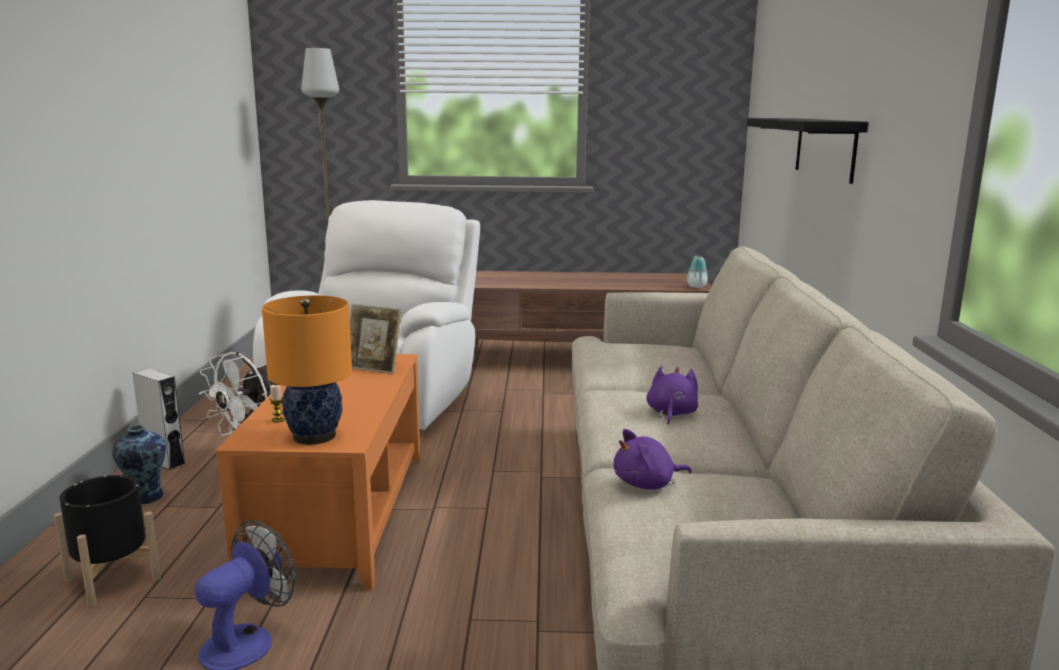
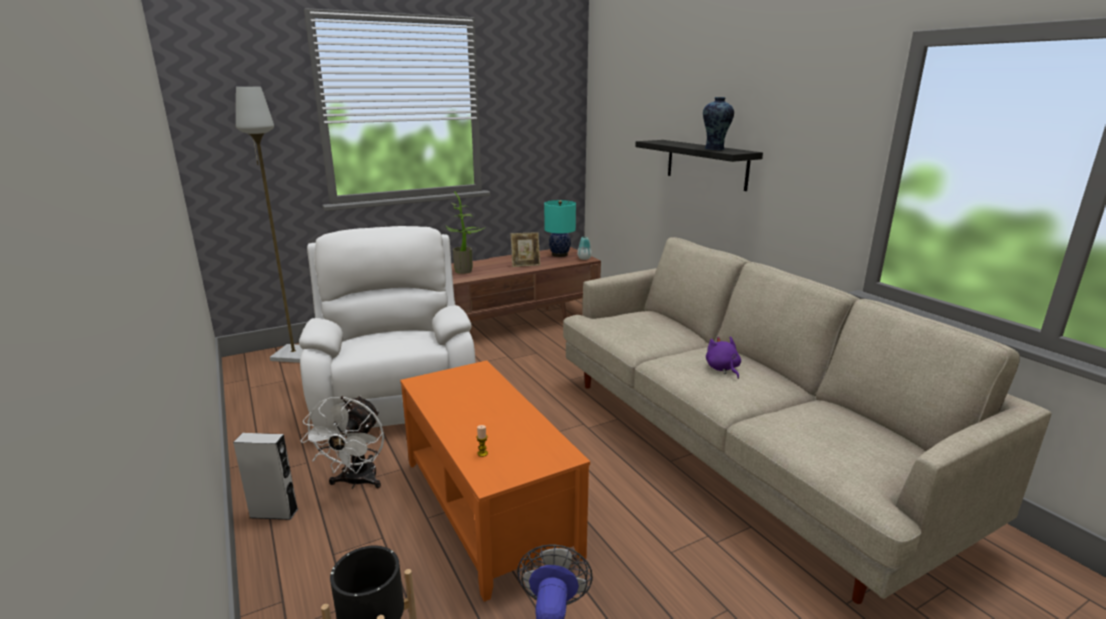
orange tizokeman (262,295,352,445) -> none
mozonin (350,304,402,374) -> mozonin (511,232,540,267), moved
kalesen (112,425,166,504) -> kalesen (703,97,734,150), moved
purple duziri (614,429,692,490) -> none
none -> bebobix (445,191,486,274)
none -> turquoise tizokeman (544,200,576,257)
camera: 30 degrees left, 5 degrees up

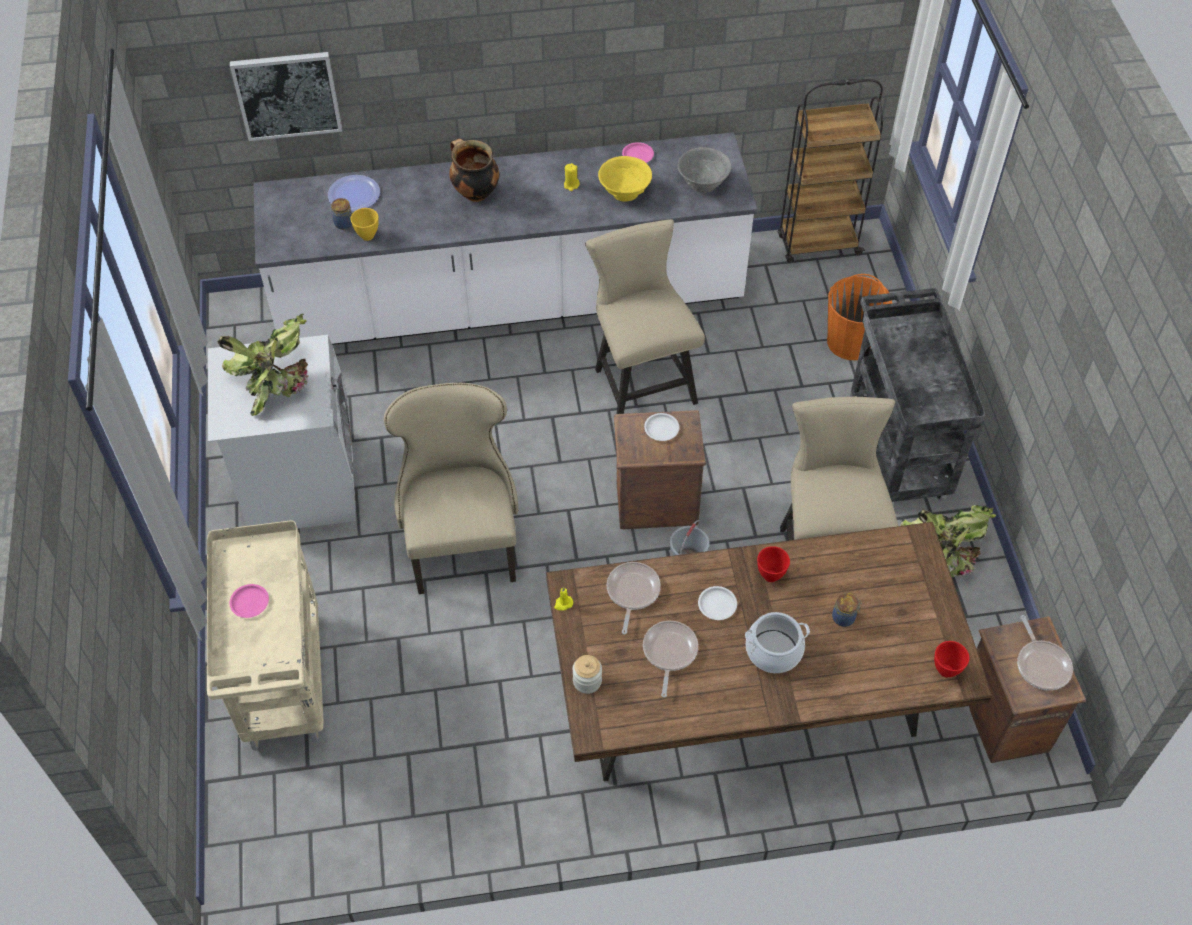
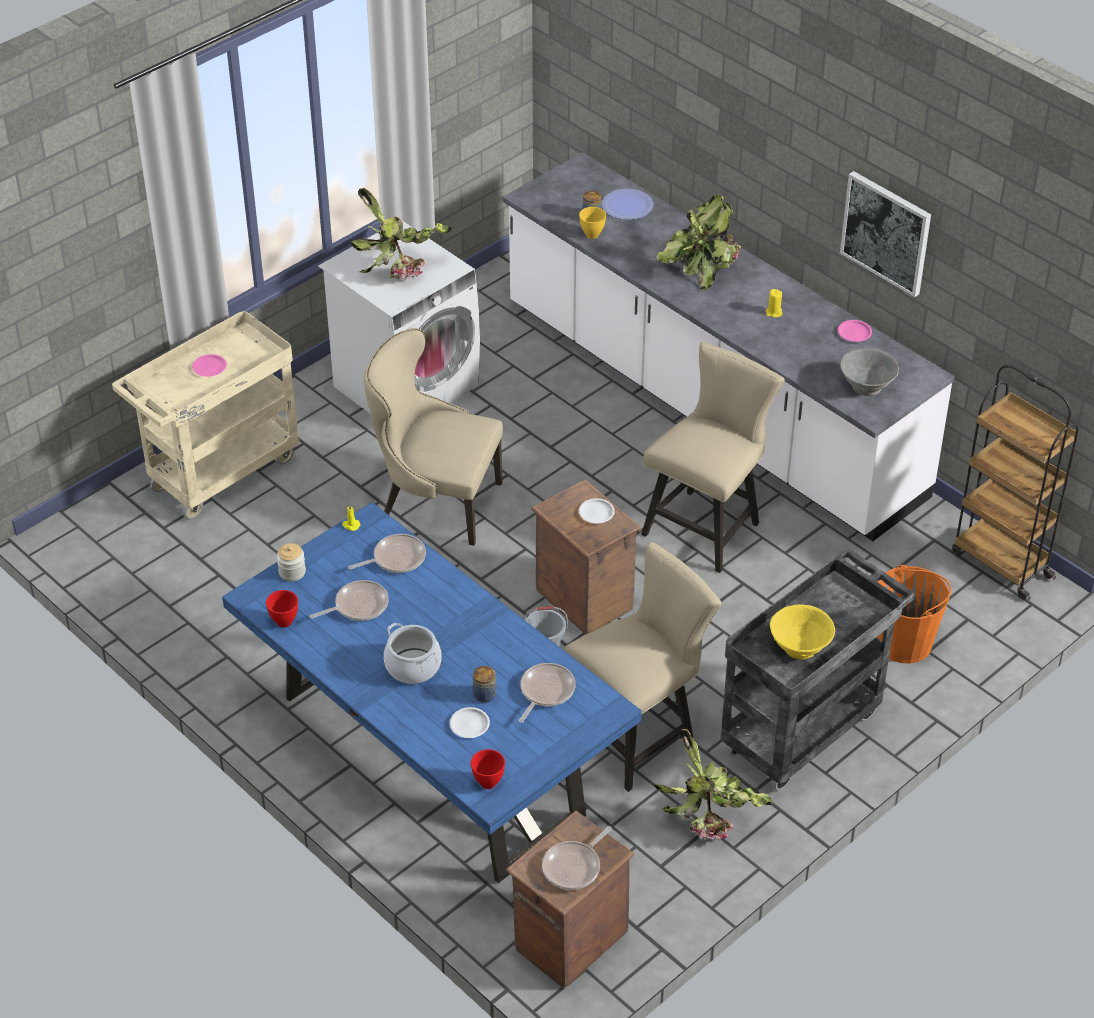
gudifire (230,52,342,141) -> gudifire (840,171,931,297), moved
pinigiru (449,139,499,202) -> bebobix (657,194,741,290)
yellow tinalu (598,156,652,202) -> yellow tinalu (770,604,835,660), moved
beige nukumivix (384,383,518,594) -> beige nukumivix (364,328,503,546), 120 degrees counterclockwise
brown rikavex (546,522,993,781) -> blue rikavex (222,502,642,883)
red tinalu (757,546,790,582) -> red tinalu (266,590,298,627), moved
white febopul (698,586,737,620) -> white febopul (450,707,490,738), moved
none -> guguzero (518,663,575,723)
camera: 55 degrees right, 10 degrees down

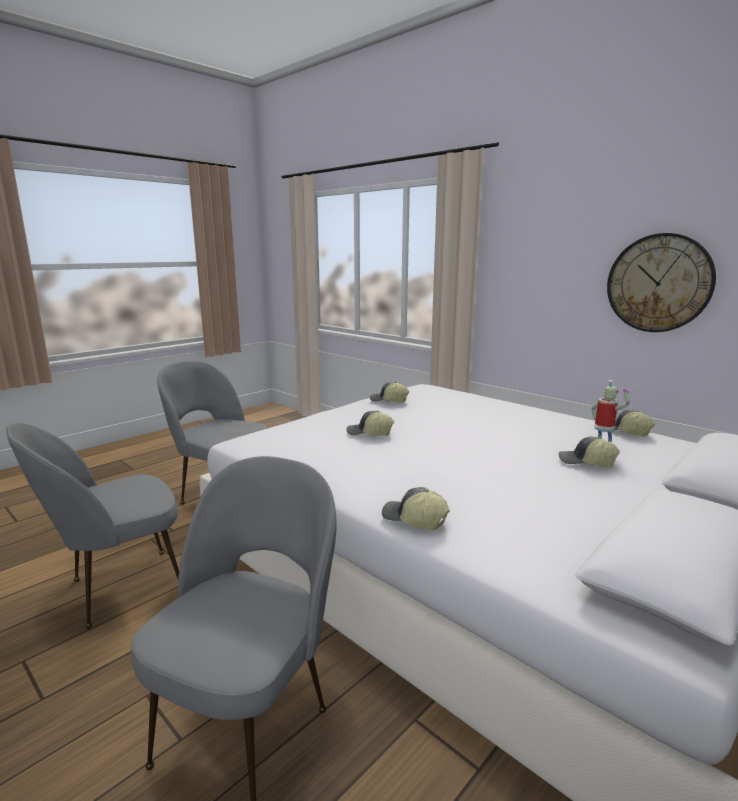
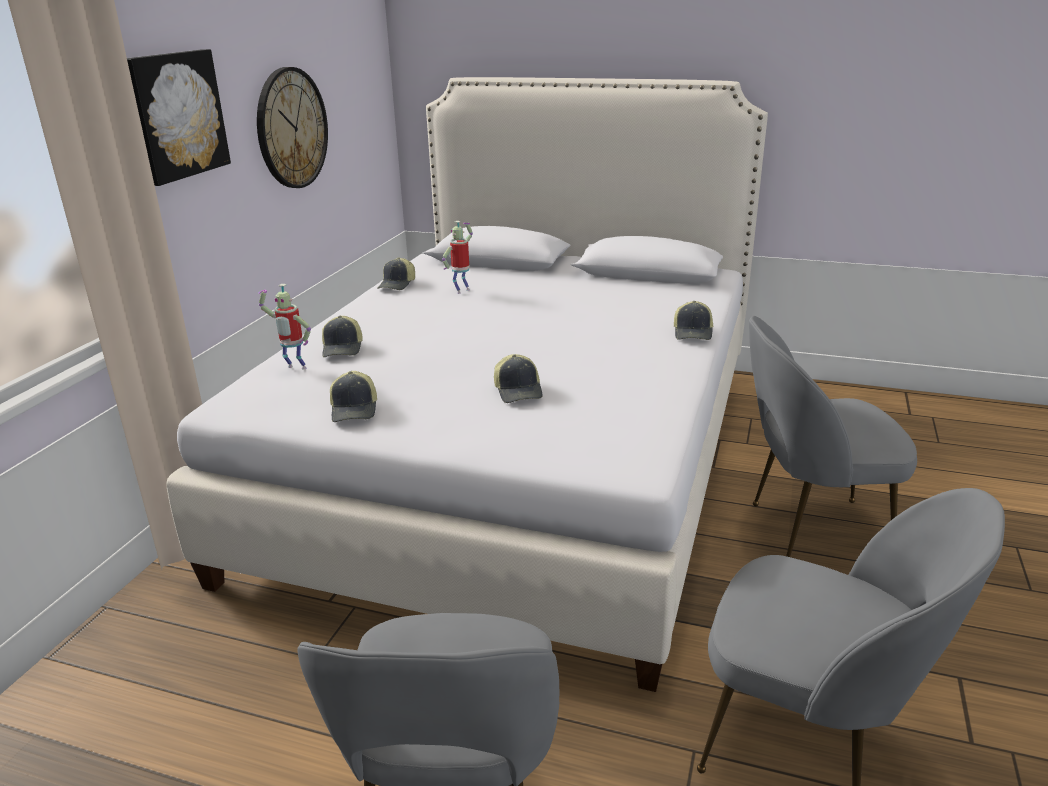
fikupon (559,437,620,467) -> fikupon (322,316,363,357), moved
none -> gudifire (127,49,231,186)
none -> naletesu (258,284,311,369)
camera: 115 degrees left, 10 degrees up

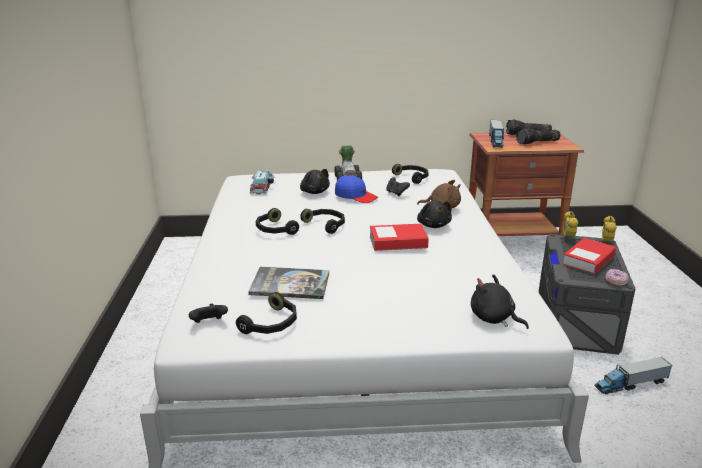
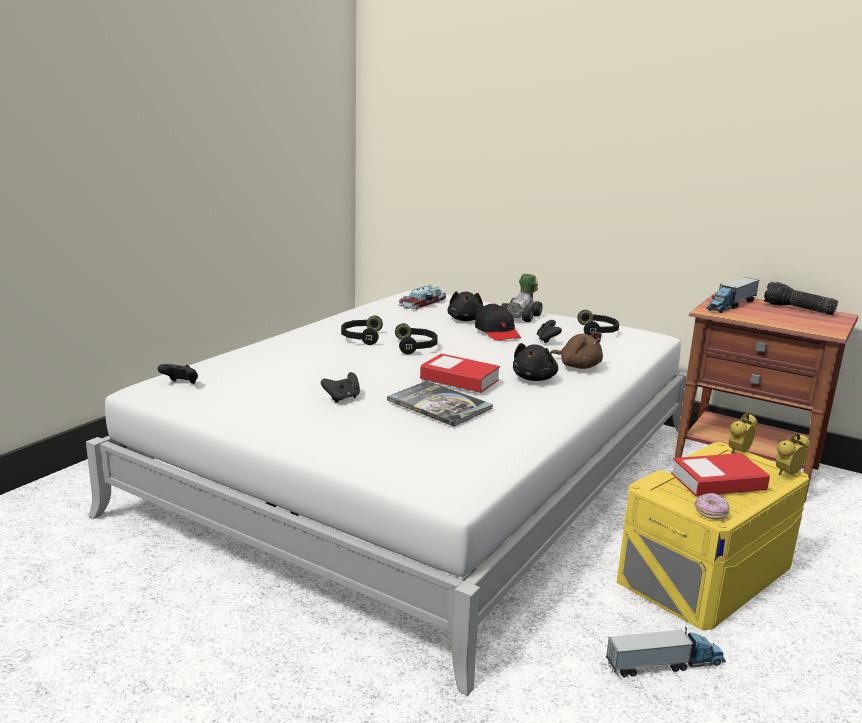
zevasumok (516,128,561,145) -> none
blue fikupon (335,175,378,203) -> black fikupon (475,303,521,341)
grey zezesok (539,234,636,355) -> yellow zezesok (617,442,809,630)
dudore (248,267,329,299) -> dudore (387,381,493,426), moved
black duziri (471,274,529,329) -> none
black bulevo (236,292,297,334) -> none
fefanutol (594,357,672,394) -> fefanutol (606,627,726,678), 150 degrees clockwise
none -> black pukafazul (321,372,360,403)
camera: 35 degrees right, 5 degrees down

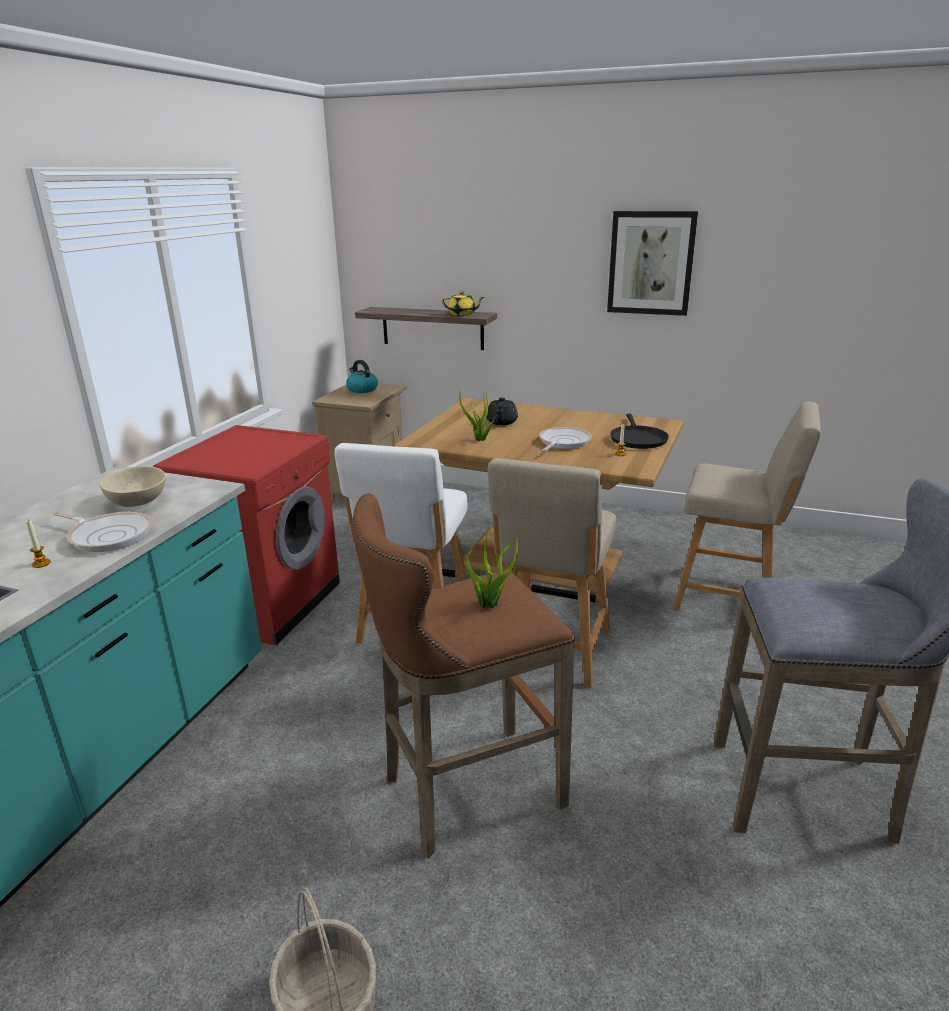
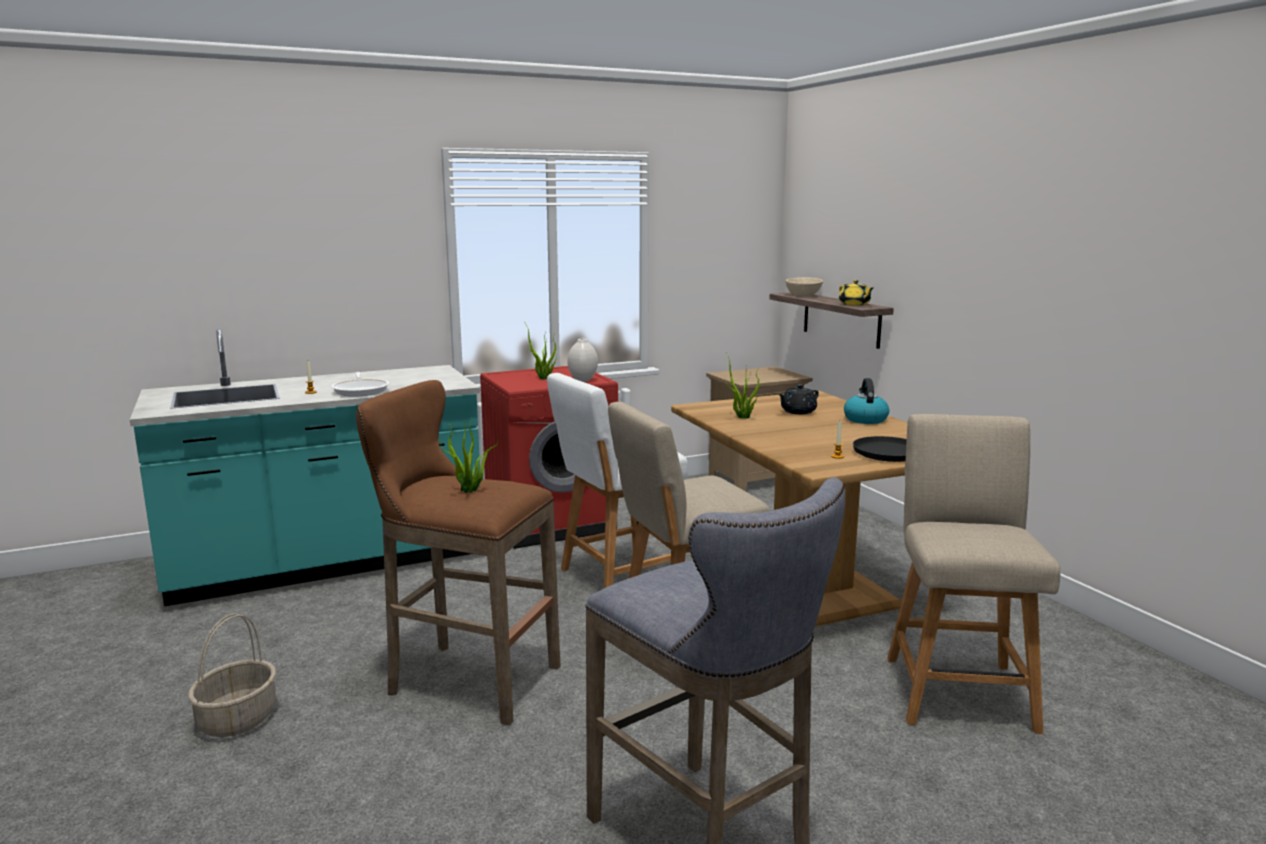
gudifire (607,211,698,316) -> none
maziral (346,360,378,393) -> maziral (844,378,889,424), moved
beige nukumivix (673,402,821,610) -> beige nukumivix (887,414,1060,734), 150 degrees counterclockwise
guguzero (539,427,592,451) -> none
beige tinalu (100,466,166,507) -> beige tinalu (786,277,823,296), moved
none -> bebobix (525,323,557,380)
none -> white kalesen (567,339,598,382)
camera: 45 degrees right, 10 degrees down

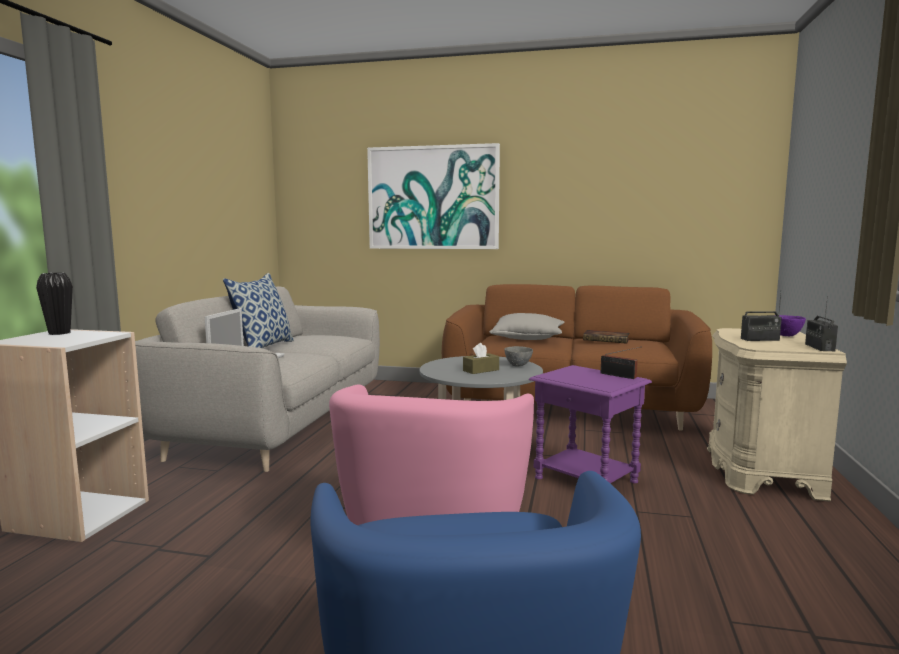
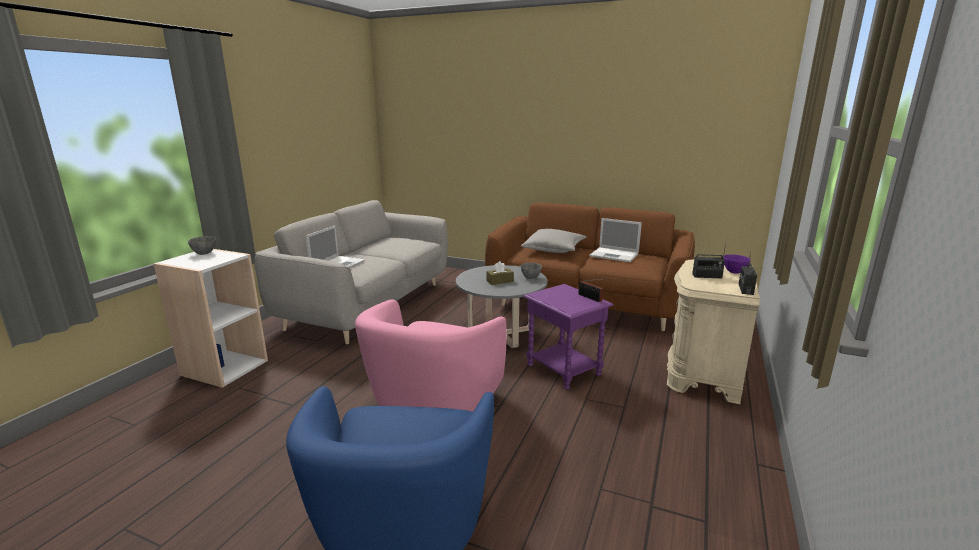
gudifire (367,143,500,249) -> none
black kalesen (36,273,73,335) -> grey tinalu (188,236,216,255)
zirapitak (223,273,294,348) -> none
dudore (583,330,629,344) -> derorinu (589,218,642,262)
camera: 10 degrees right, 10 degrees up

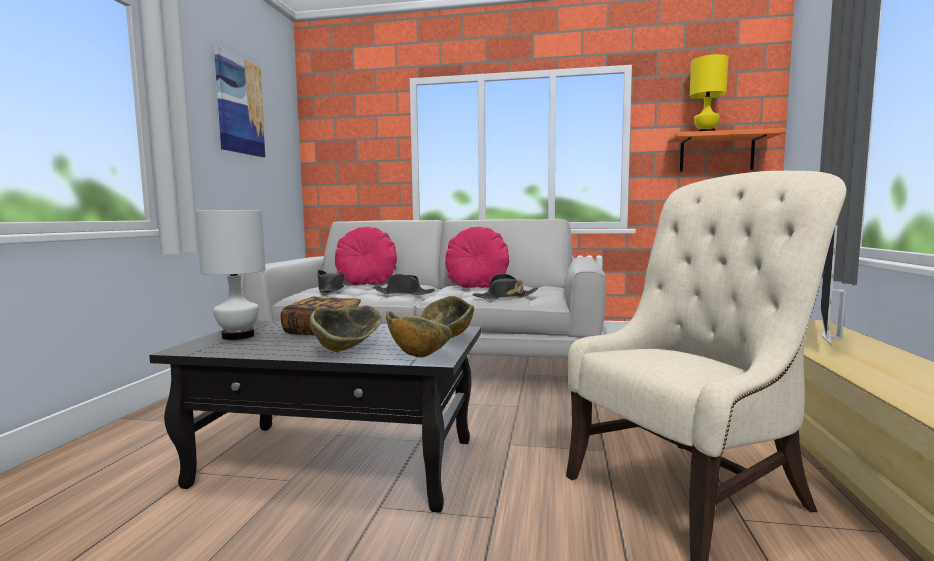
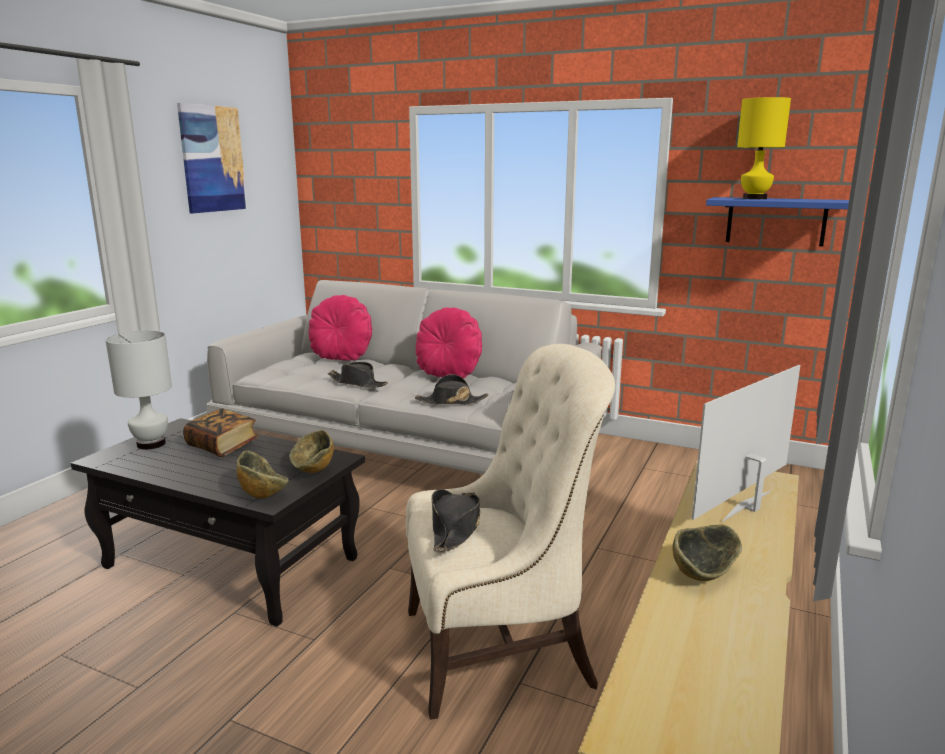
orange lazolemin (668,128,786,172) -> blue lazolemin (706,197,849,246)
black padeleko (317,270,345,293) -> black padeleko (431,489,480,553), moved
tinalu (310,305,382,352) -> tinalu (672,524,742,581), moved
camera: 15 degrees right, 10 degrees up

